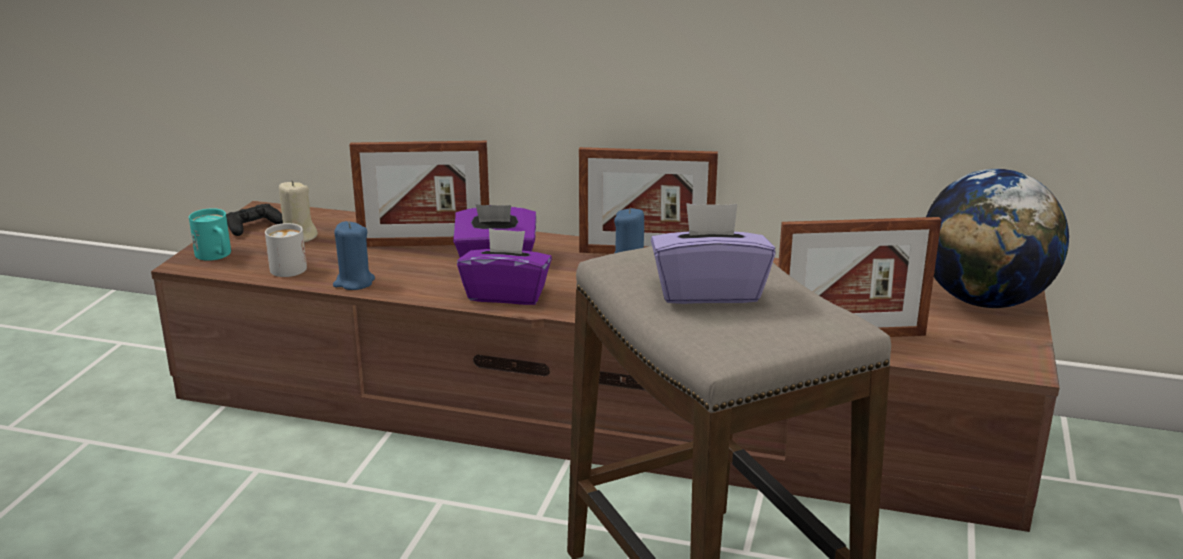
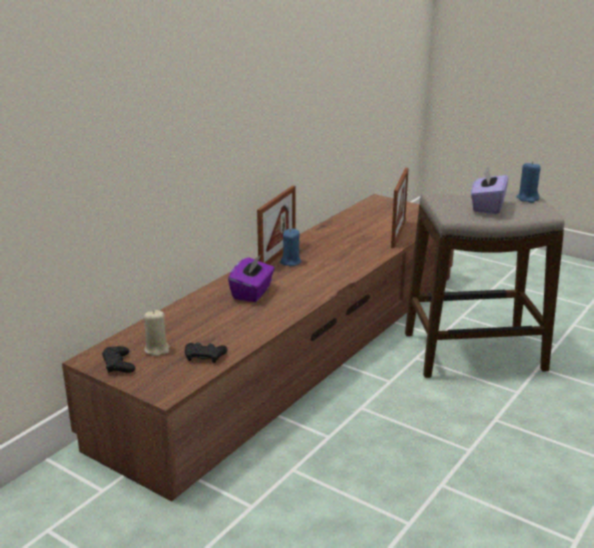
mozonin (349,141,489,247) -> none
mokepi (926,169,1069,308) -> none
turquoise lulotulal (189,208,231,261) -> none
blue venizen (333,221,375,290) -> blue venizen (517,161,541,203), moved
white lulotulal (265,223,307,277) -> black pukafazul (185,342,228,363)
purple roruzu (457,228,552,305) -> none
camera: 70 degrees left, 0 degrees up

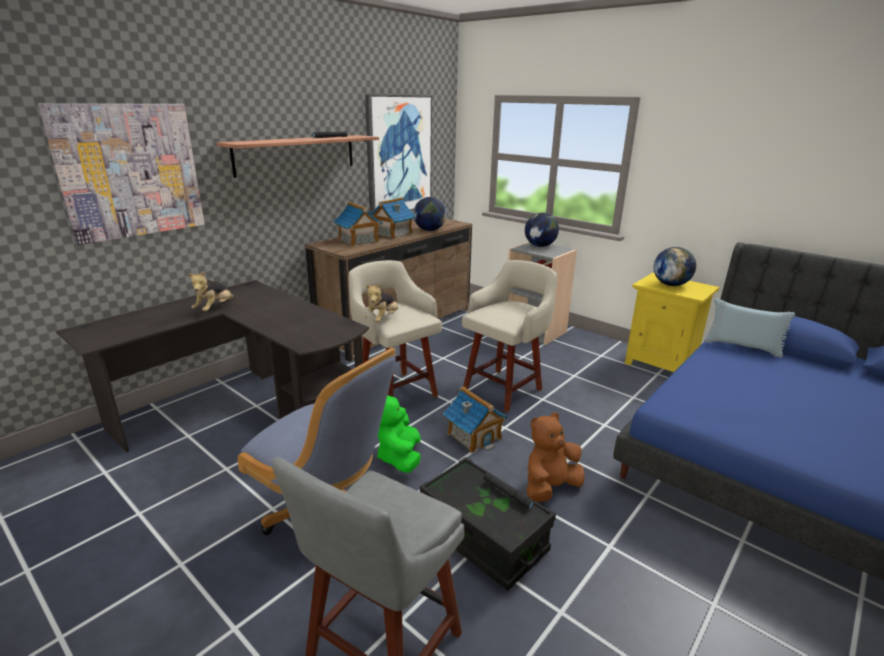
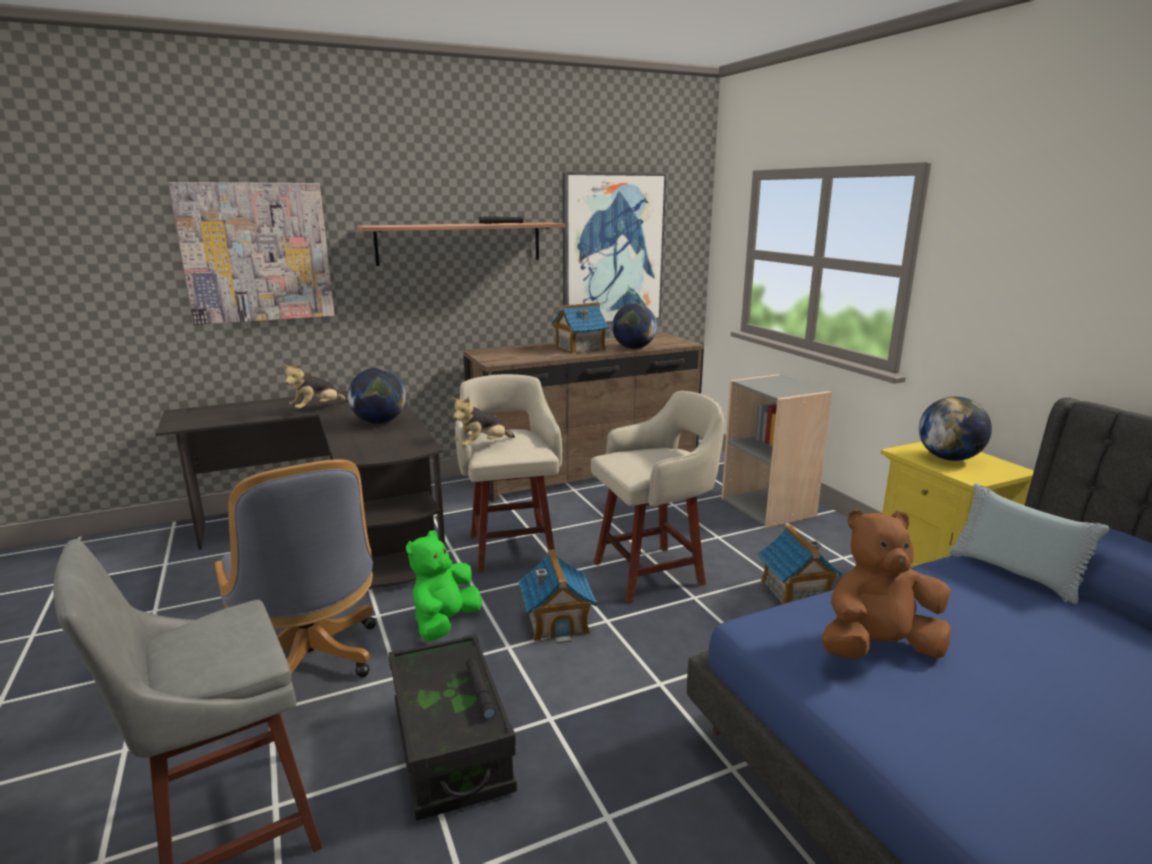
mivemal (333,202,382,247) -> mivemal (757,525,843,605), moved
mokepi (525,213,559,247) -> mokepi (348,368,406,424), moved
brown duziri (526,412,585,502) -> brown duziri (822,509,951,659), moved
camera: 25 degrees right, 5 degrees down

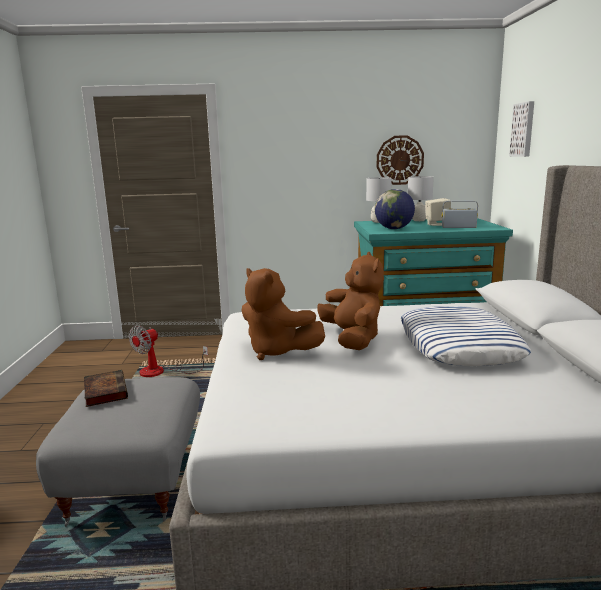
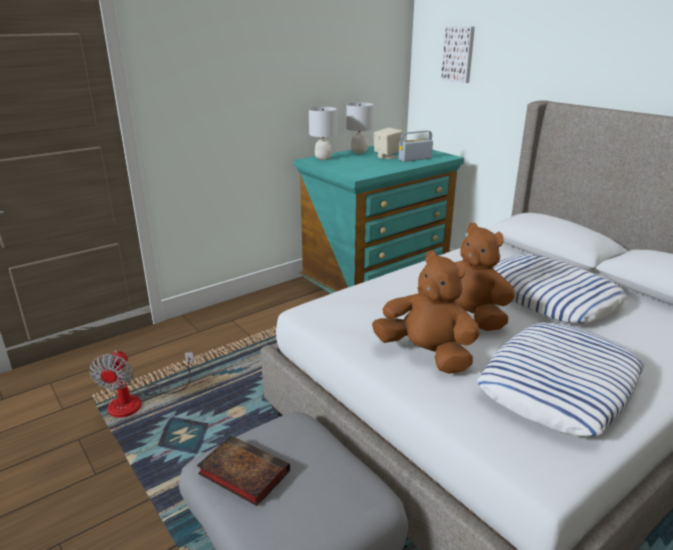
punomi (377,135,424,185) -> none
mokepi (375,189,415,229) -> none
brown duziri (242,268,325,360) -> brown duziri (372,251,480,374), 150 degrees counterclockwise
none -> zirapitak (477,323,644,437)
camera: 35 degrees left, 10 degrees up

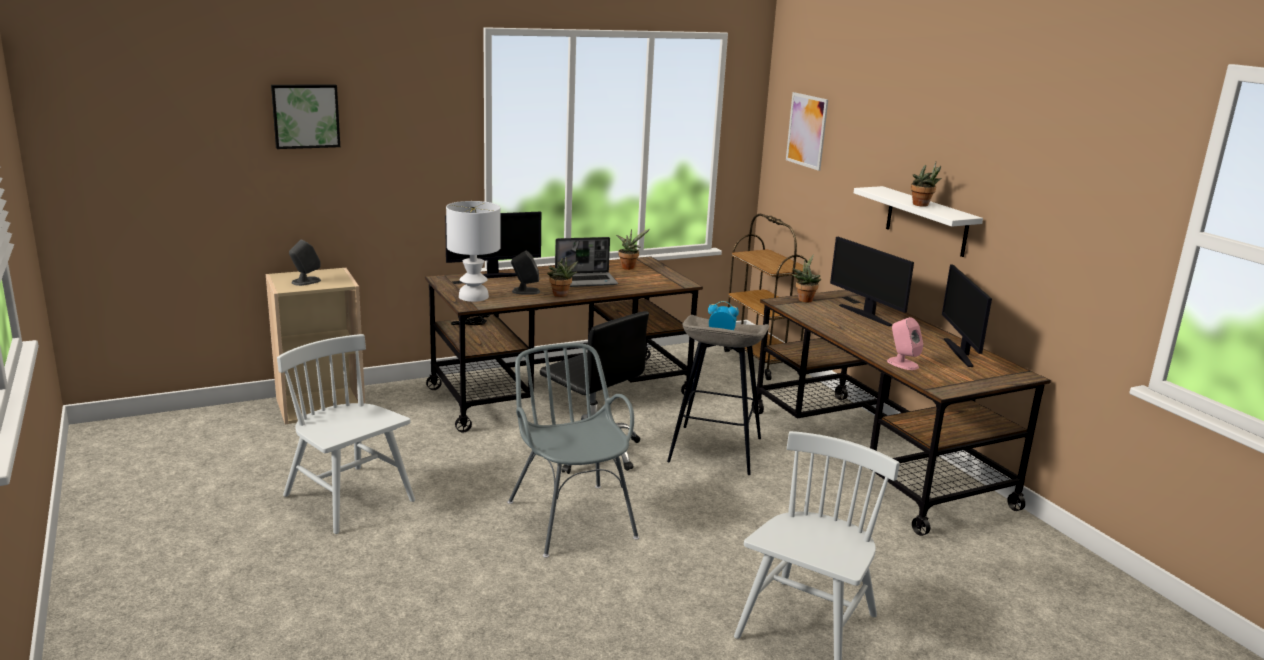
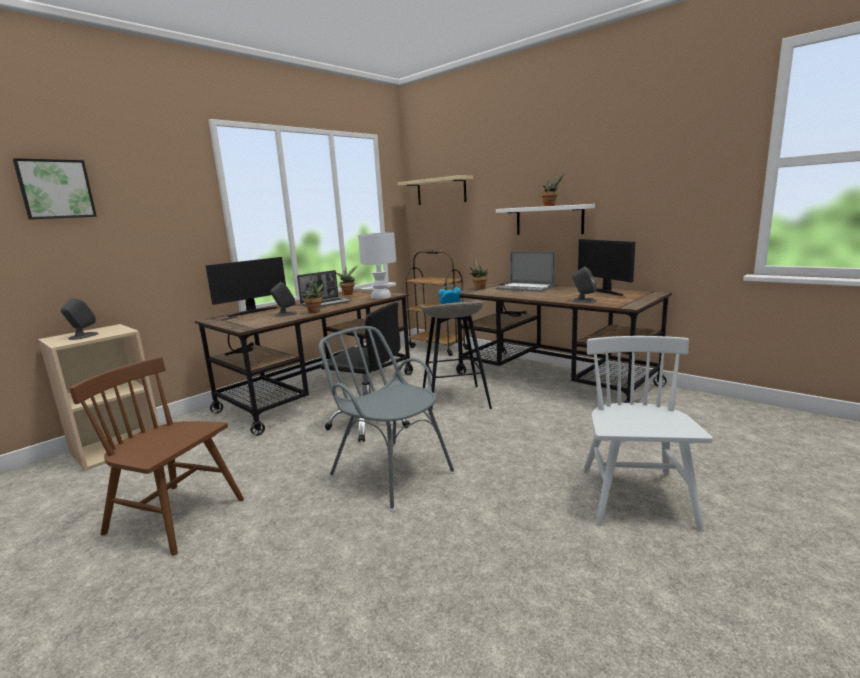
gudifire (786,92,828,171) -> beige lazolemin (398,175,473,205)
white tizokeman (446,201,500,302) -> white tizokeman (358,232,396,299), moved
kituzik (830,237,914,326) -> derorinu (496,251,555,292)
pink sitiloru (887,317,923,370) -> grey sitiloru (572,266,596,303)
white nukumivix (277,334,415,534) -> brown nukumivix (69,356,244,556)
camera: 20 degrees left, 5 degrees down

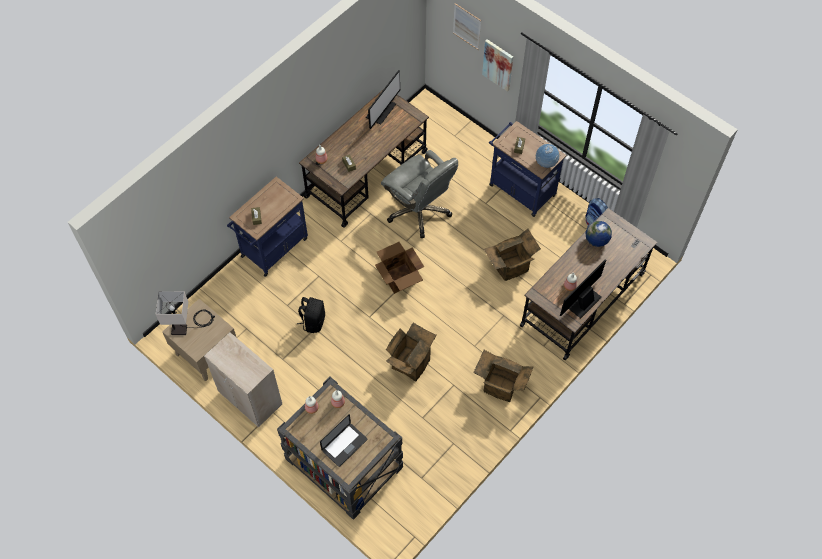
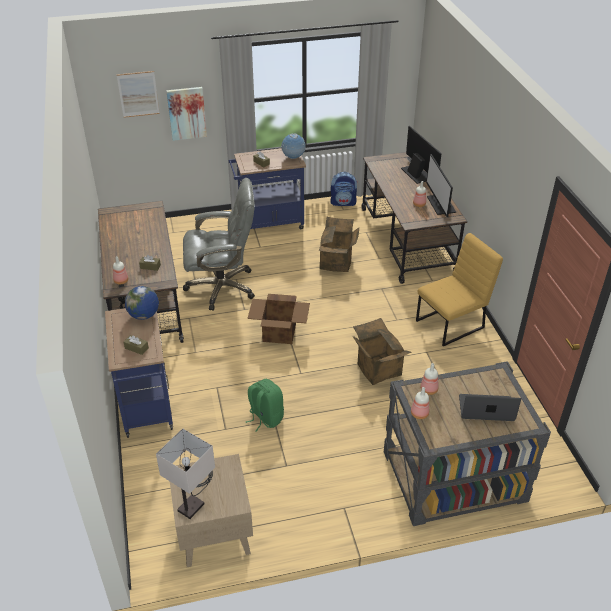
kituzik (366,70,400,129) -> kituzik (401,126,442,184), moved
mokepi (585,221,612,247) -> mokepi (125,286,159,320), moved
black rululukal (297,297,325,333) -> green rululukal (246,379,284,432)
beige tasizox (204,332,282,427) -> none
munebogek (473,350,533,402) -> yellow nukumivix (416,233,503,347)
derorinu (320,414,367,467) -> derorinu (459,394,521,421), 75 degrees counterclockwise
camera: 55 degrees left, 20 degrees down

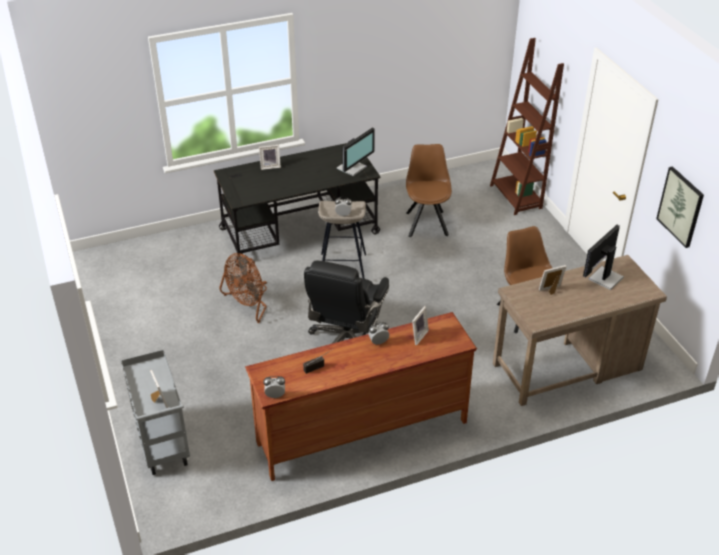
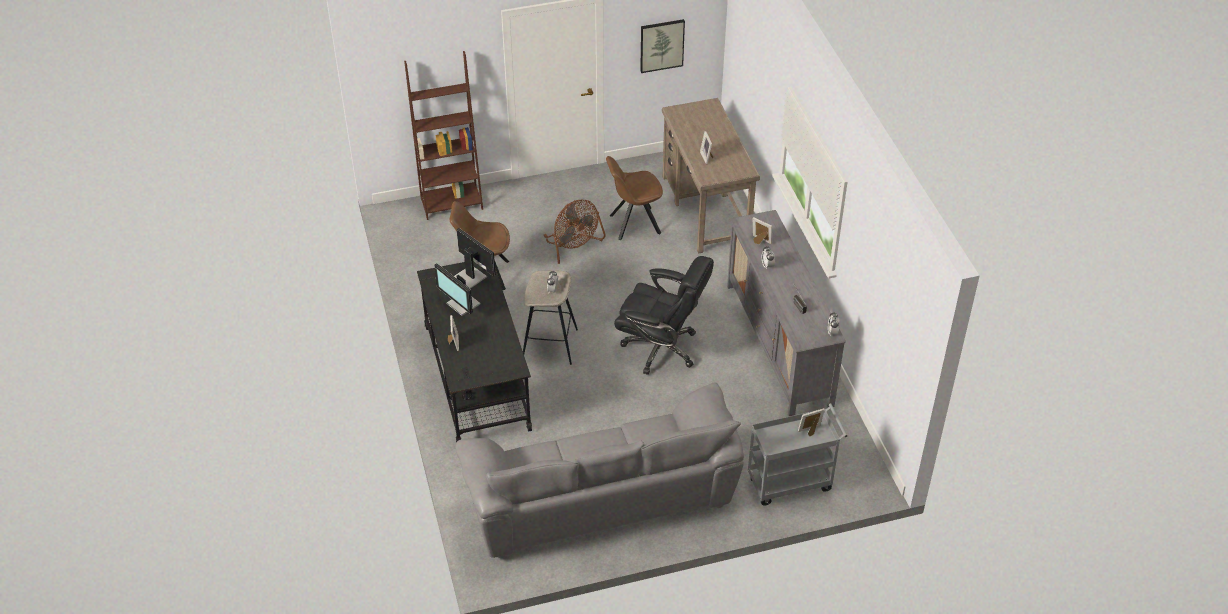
kituzik (583,225,624,290) -> kituzik (434,263,481,316), moved
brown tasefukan (219,253,267,323) -> brown tasefukan (544,200,606,264), moved
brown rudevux (245,312,477,481) -> grey rudevux (727,210,846,416)
none -> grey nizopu (456,382,744,558)
camera: 85 degrees left, 5 degrees up

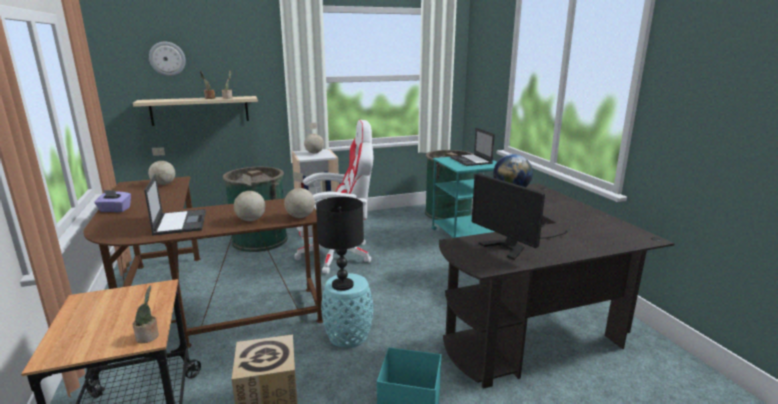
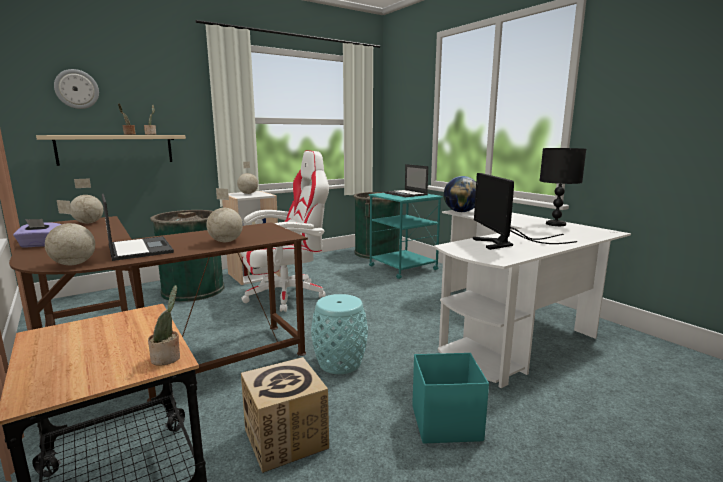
mokepi (284,171,315,218) -> mokepi (45,200,95,265), moved
kituzik (472,174,568,260) -> kituzik (473,173,577,250), 45 degrees clockwise
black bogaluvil (439,183,675,389) -> white bogaluvil (434,208,631,388)
black tizokeman (316,197,364,291) -> black tizokeman (540,148,586,226), moved
camera: 15 degrees left, 5 degrees down

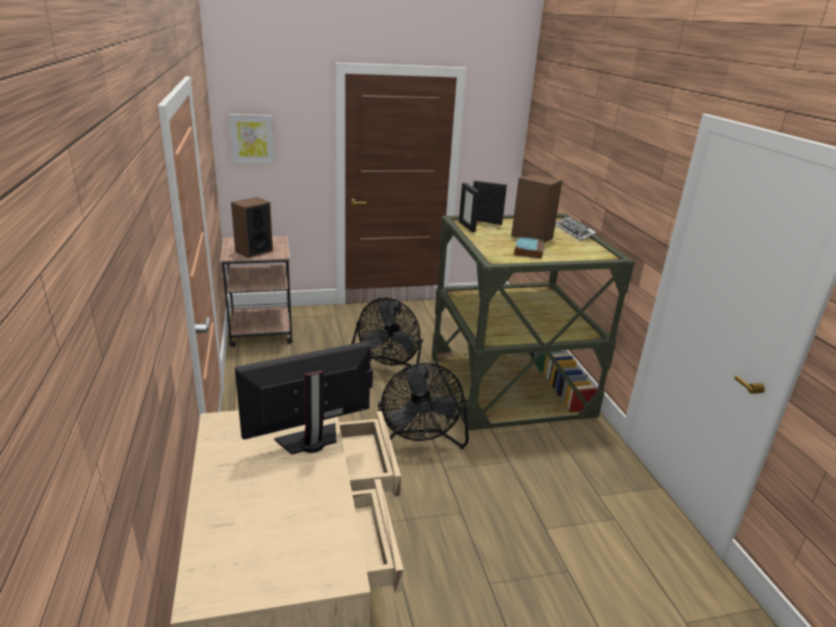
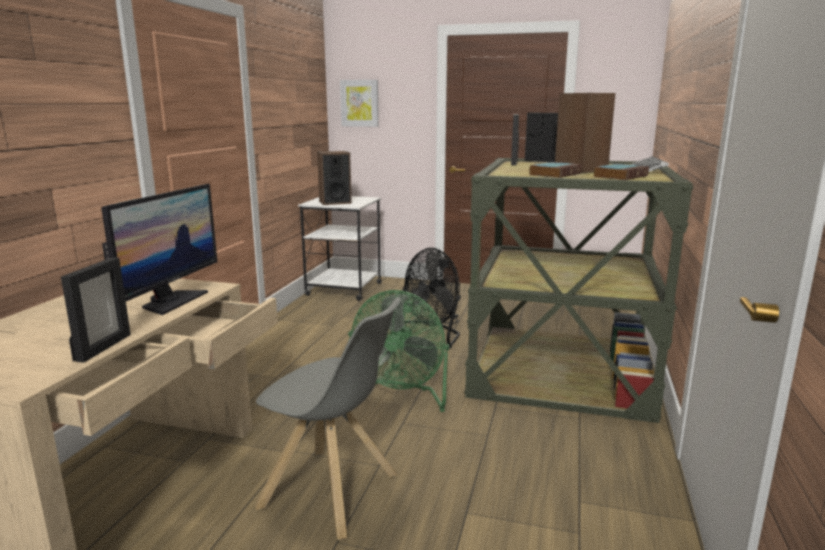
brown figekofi (220,236,293,347) -> white figekofi (298,196,382,301)
kituzik (235,341,373,455) -> kituzik (101,184,217,315), 105 degrees clockwise
black tasefukan (378,363,469,450) -> green tasefukan (348,290,449,412)
none -> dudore (594,164,649,180)
none -> mozonin (61,257,131,362)
none -> grey nukumivix (255,298,401,540)
camera: 30 degrees right, 10 degrees down

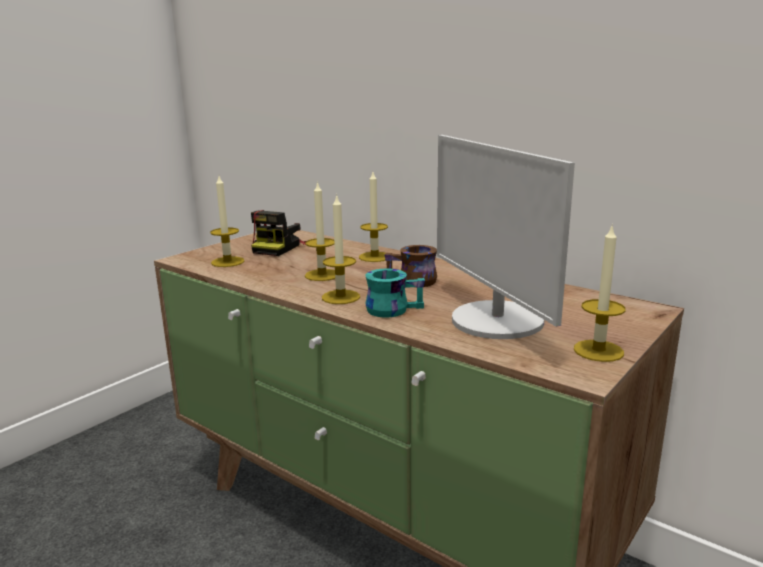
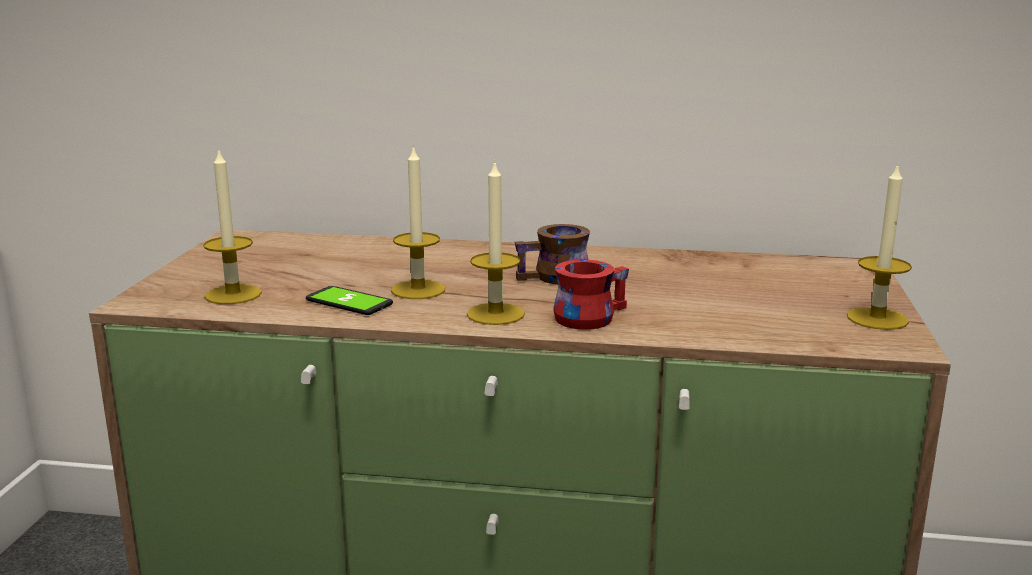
kituzik (437,135,575,339) -> none
venizen (359,172,388,262) -> none
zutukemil (251,210,306,256) -> none
turquoise lulotulal (366,268,425,318) -> red lulotulal (554,260,629,330)
none -> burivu (306,286,393,315)
camera: 30 degrees left, 0 degrees up

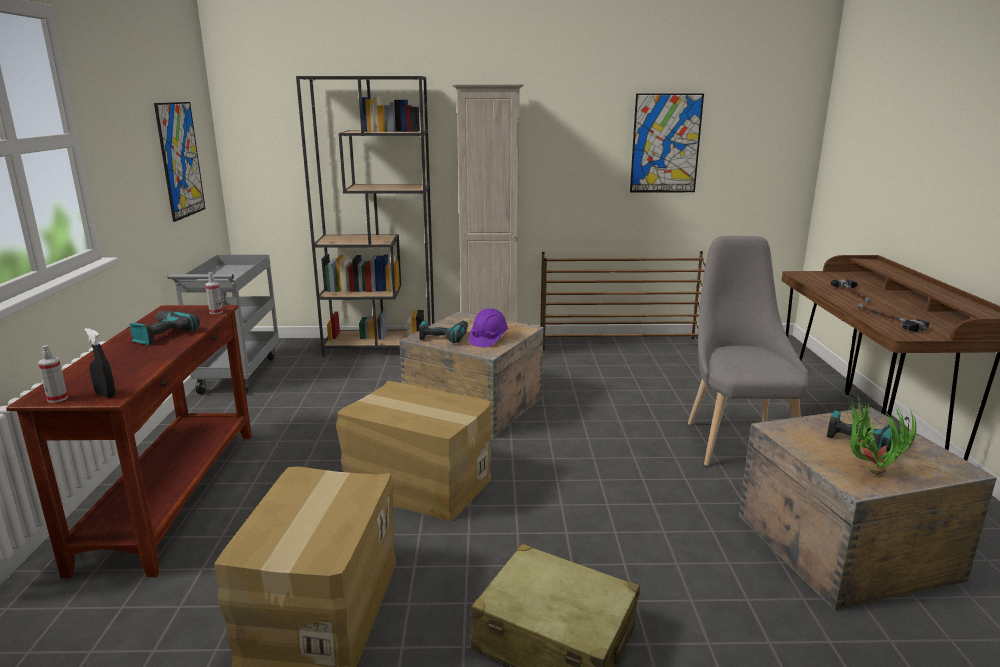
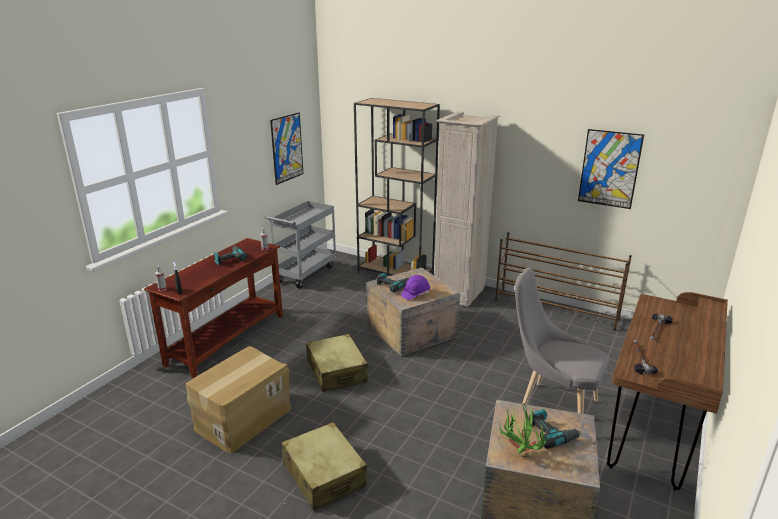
grey nukumivix (688,236,809,466) -> grey nukumivix (515,268,610,414), 90 degrees counterclockwise
munebogek (336,381,493,521) -> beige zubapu (306,334,368,392)
camera: 30 degrees right, 5 degrees up

